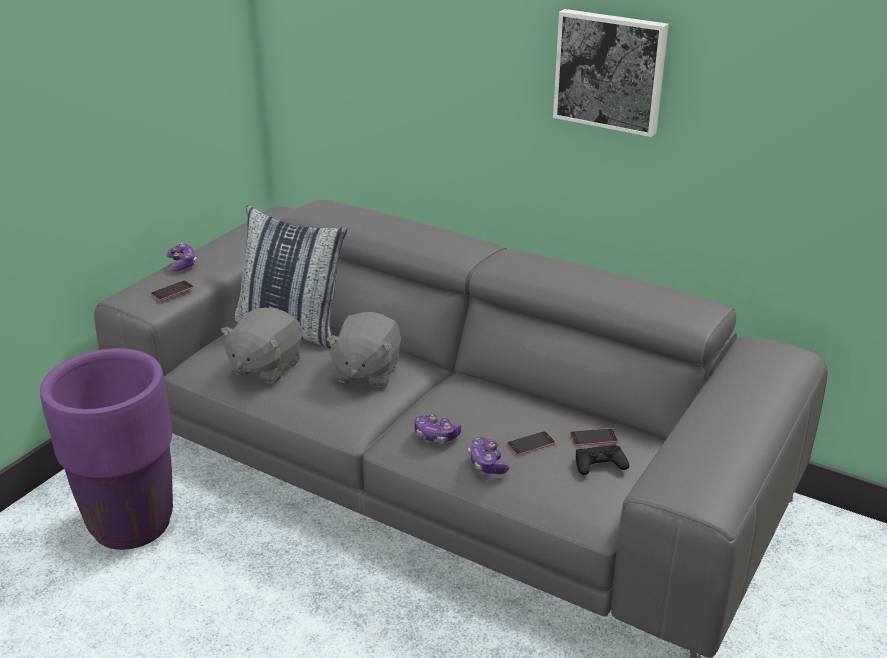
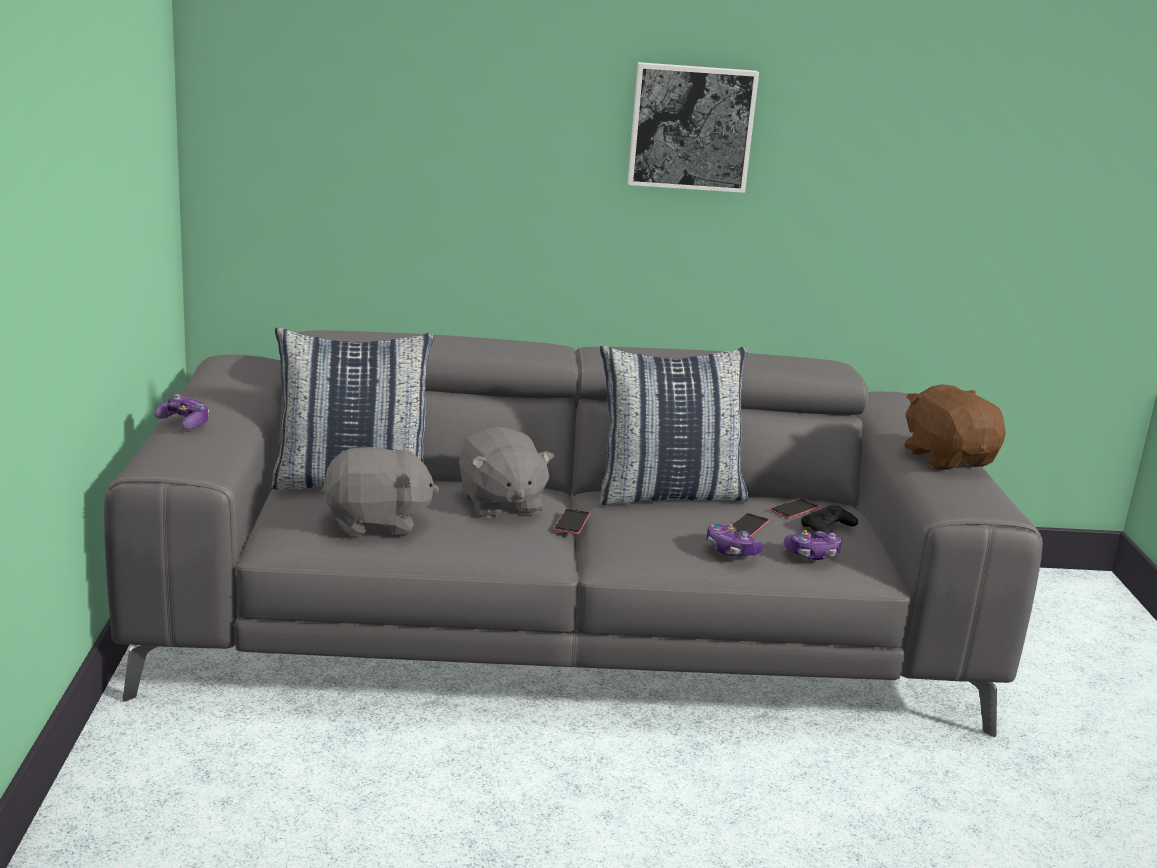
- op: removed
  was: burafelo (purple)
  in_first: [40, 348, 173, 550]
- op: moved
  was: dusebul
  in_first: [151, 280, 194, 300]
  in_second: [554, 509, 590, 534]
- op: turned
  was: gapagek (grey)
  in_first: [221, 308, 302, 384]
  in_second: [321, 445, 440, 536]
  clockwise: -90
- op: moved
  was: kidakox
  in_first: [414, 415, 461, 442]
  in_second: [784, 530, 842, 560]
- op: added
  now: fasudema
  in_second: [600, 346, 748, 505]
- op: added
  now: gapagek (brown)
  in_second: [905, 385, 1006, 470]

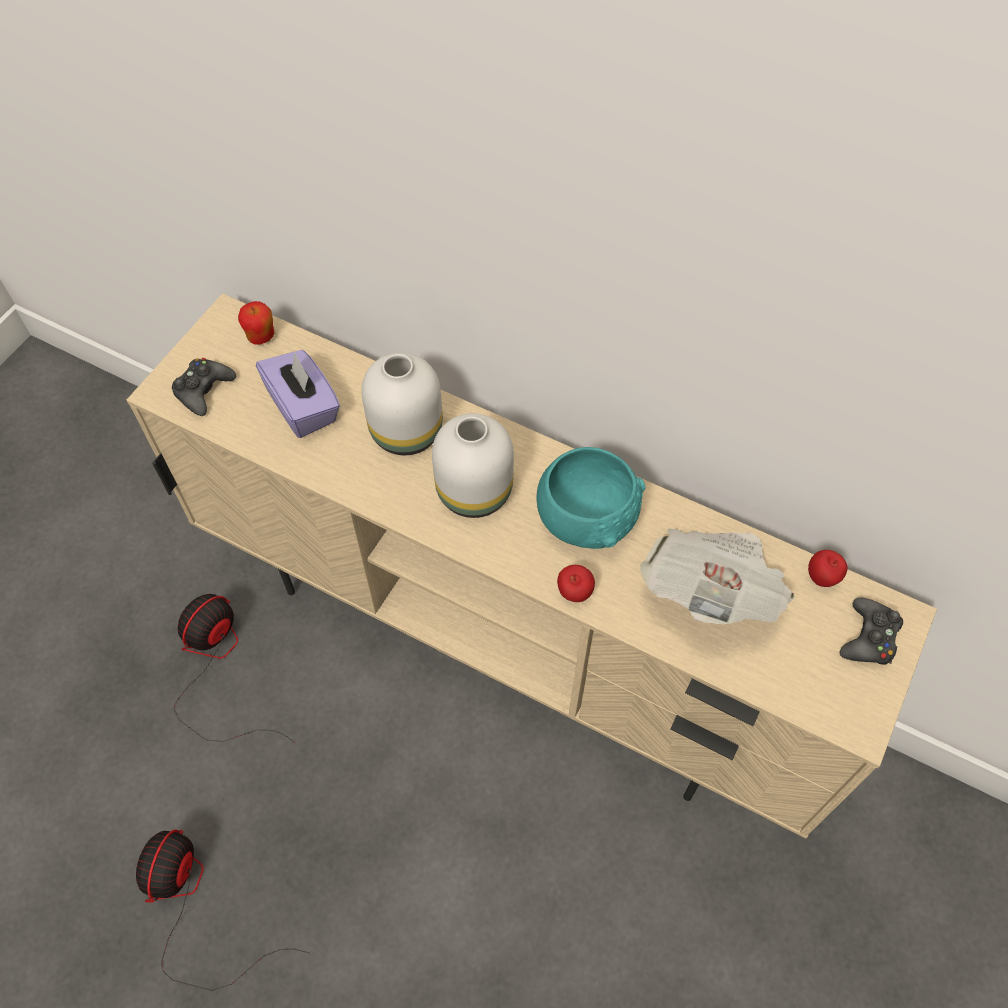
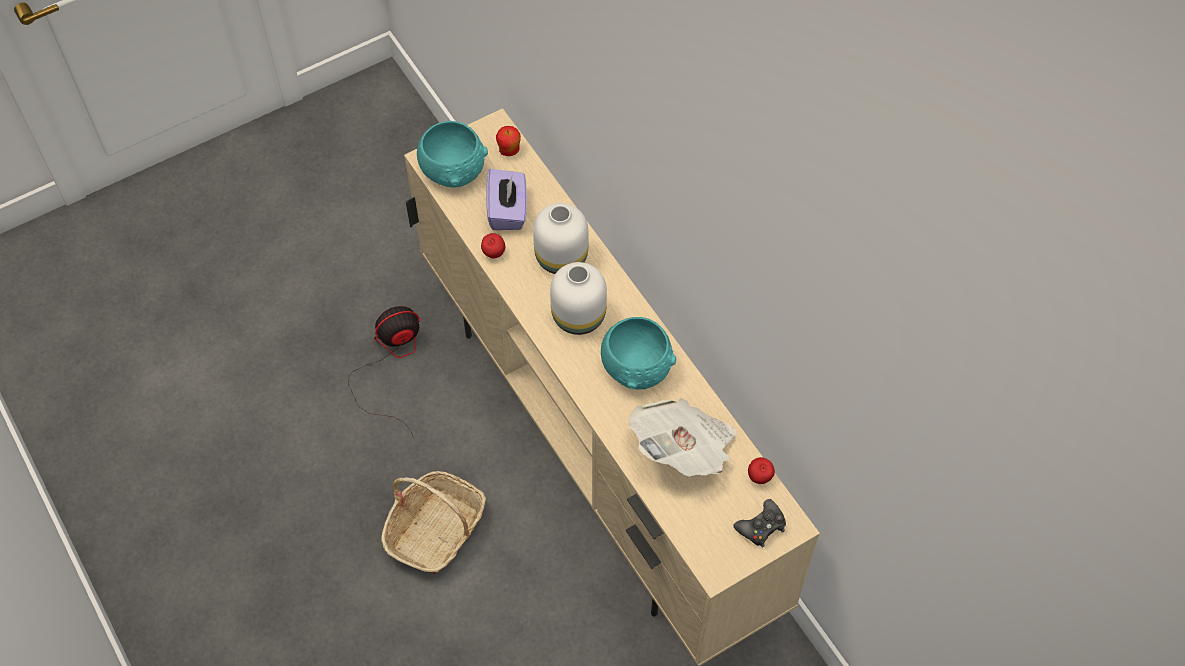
- op: removed
  was: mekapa
  in_first: [136, 829, 309, 991]
- op: replaced
  was: kidakox (black)
  now: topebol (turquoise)
  in_first: [172, 358, 236, 416]
  in_second: [417, 121, 488, 188]
- op: moved
  was: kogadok
  in_first: [557, 565, 595, 602]
  in_second: [481, 233, 505, 258]
- op: added
  now: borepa
  in_second: [381, 471, 486, 575]

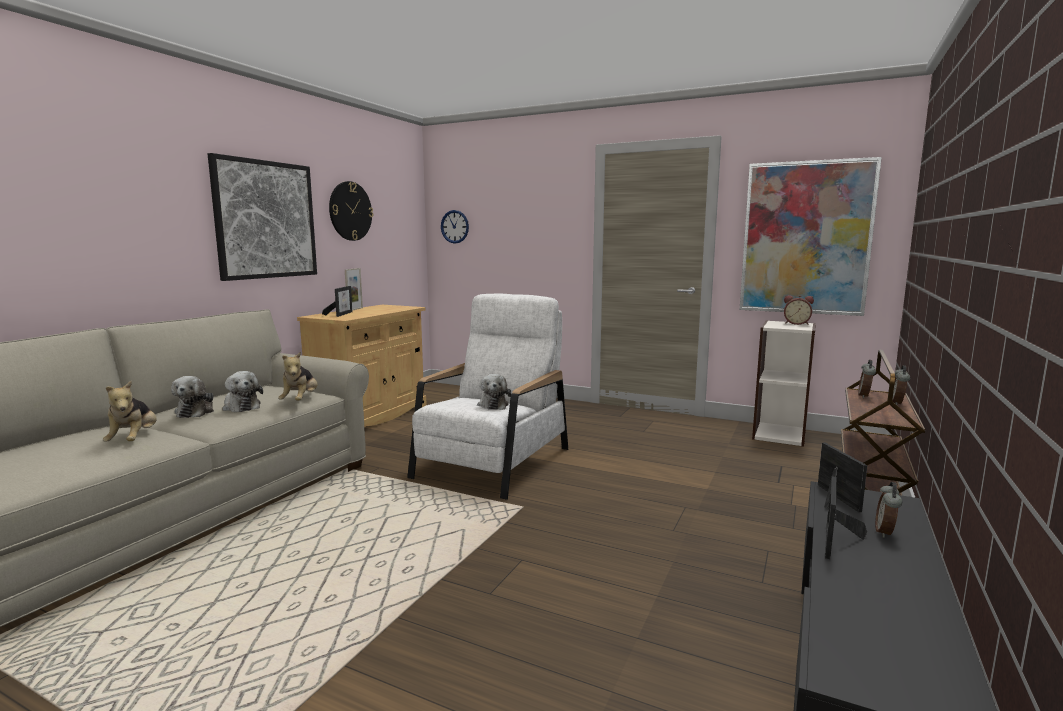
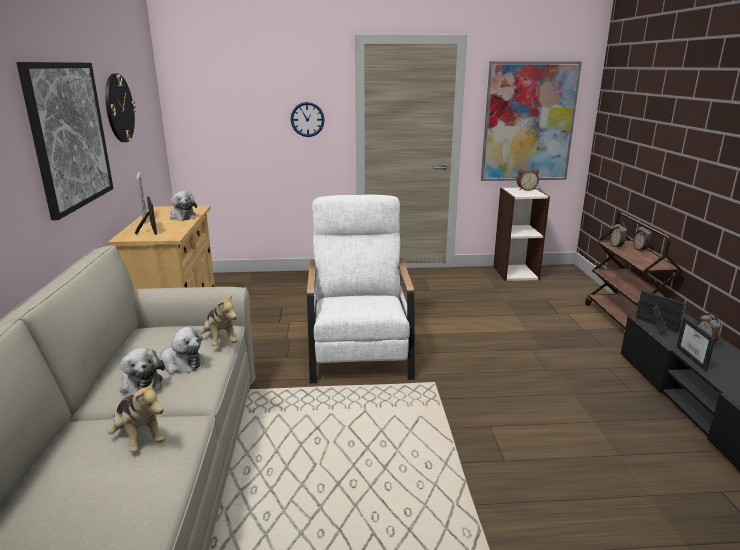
- op: moved
  was: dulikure
  in_first: [441, 210, 469, 244]
  in_second: [291, 102, 325, 137]
- op: moved
  was: gapagek
  in_first: [477, 374, 511, 410]
  in_second: [170, 191, 197, 221]

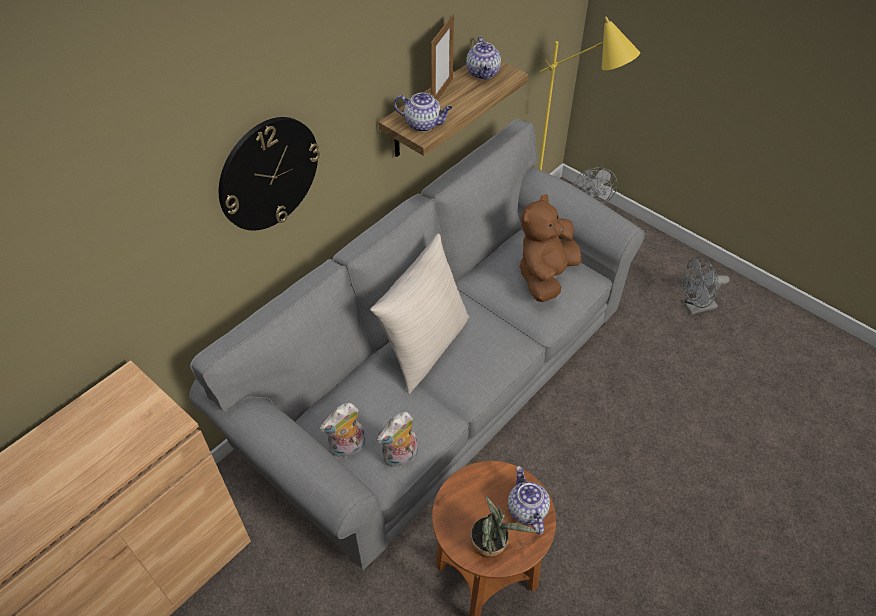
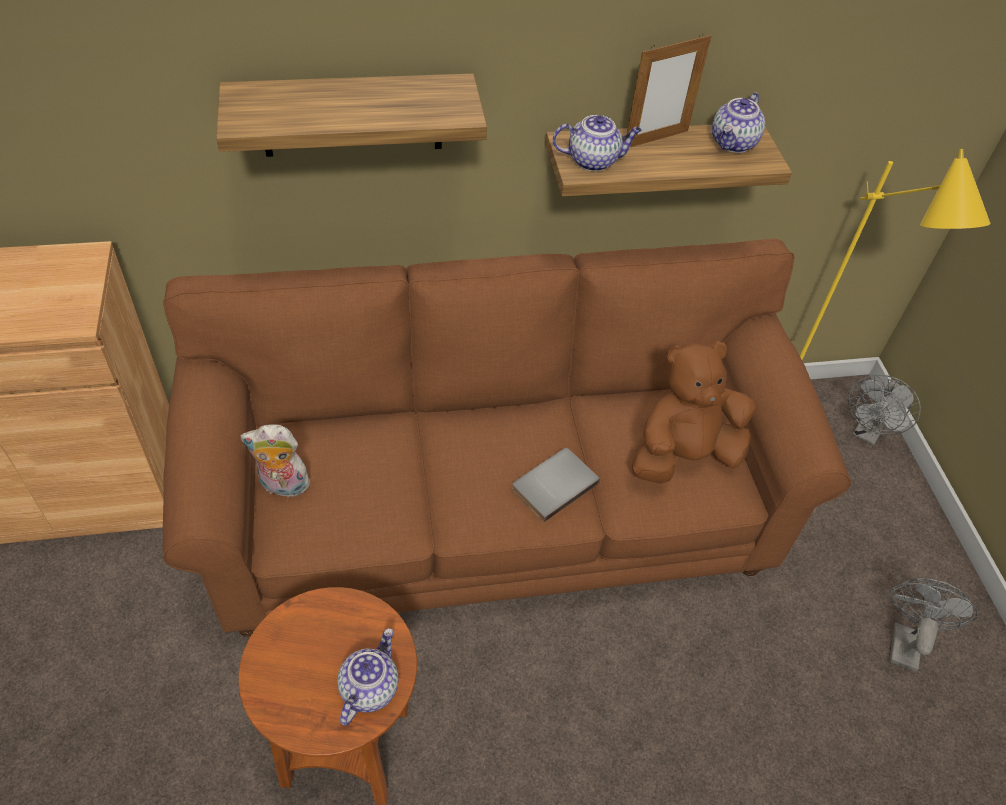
- op: recoloured
  was: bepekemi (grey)
  now: bepekemi (brown)
  in_first: [189, 119, 645, 570]
  in_second: [163, 239, 851, 637]
- op: replaced
  was: dulikure
  now: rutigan
  in_first: [219, 117, 320, 231]
  in_second: [216, 74, 487, 157]
- op: removed
  was: fasudema (beige)
  in_first: [370, 234, 469, 394]
- op: removed
  was: gapagek
  in_first: [377, 412, 418, 468]
- op: turned
  was: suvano
  in_first: [394, 93, 452, 132]
  in_second: [553, 115, 642, 171]
  clockwise: -60
- op: removed
  was: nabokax
  in_first: [470, 496, 537, 558]
- op: turned
  was: mekapa (grey)
  in_first: [682, 257, 730, 315]
  in_second: [889, 578, 978, 672]
  clockwise: 90
- op: added
  now: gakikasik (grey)
  in_second: [512, 448, 600, 522]

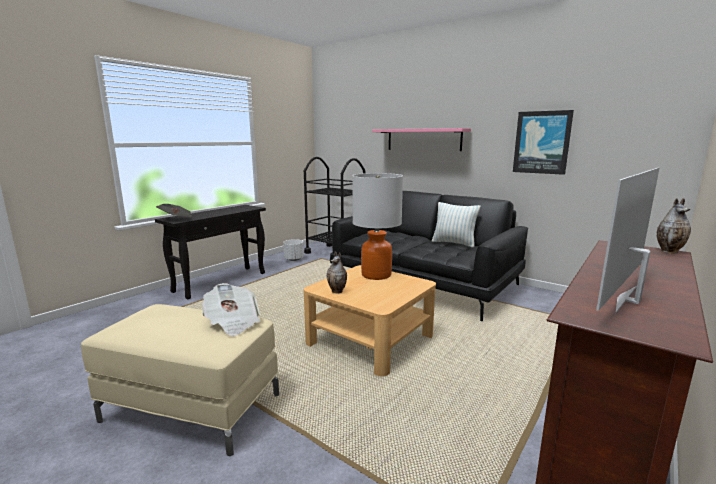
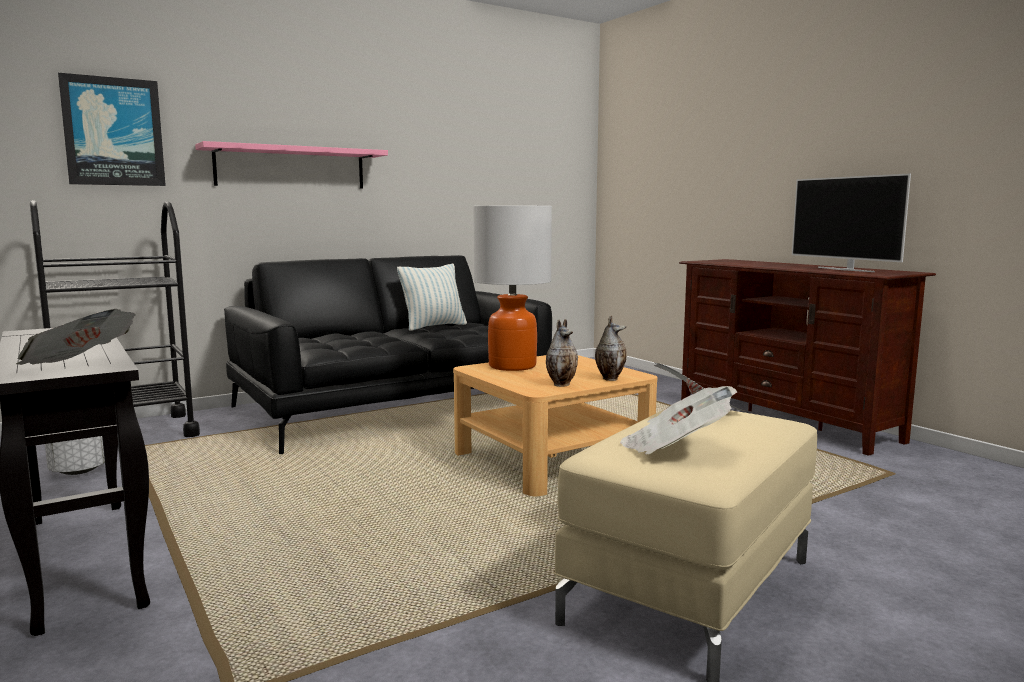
- op: moved
  was: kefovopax
  in_first: [513, 110, 574, 175]
  in_second: [58, 73, 166, 186]
- op: moved
  was: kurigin
  in_first: [657, 198, 691, 253]
  in_second: [595, 315, 627, 381]
- op: added
  now: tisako
  in_second: [620, 386, 737, 455]

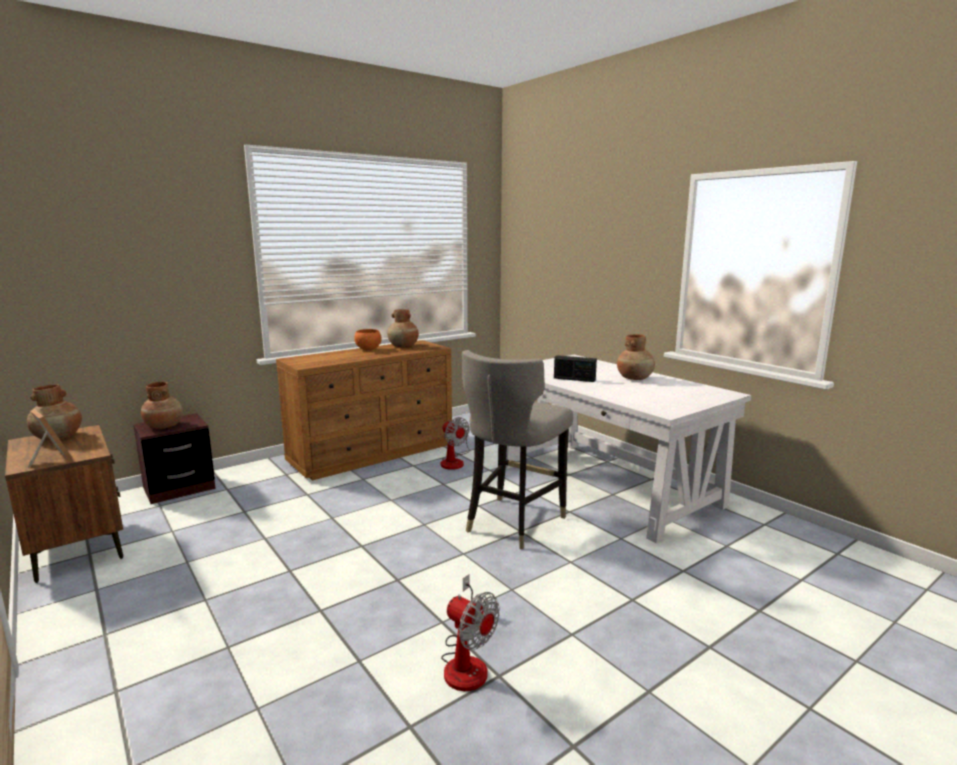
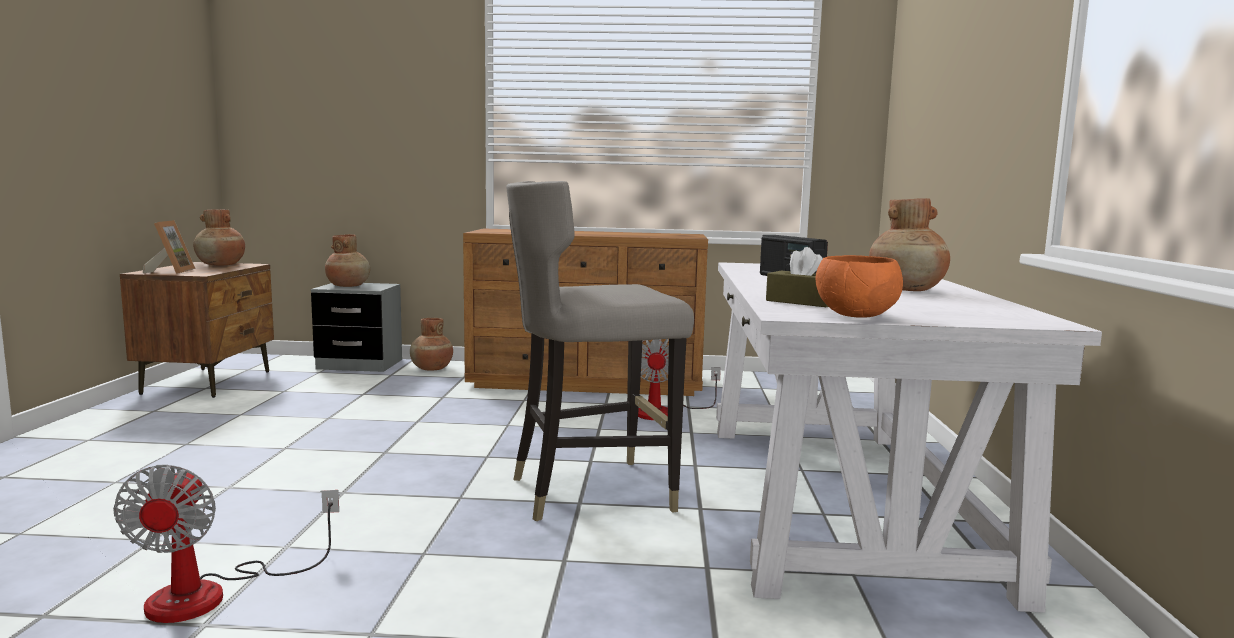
- op: recoloured
  was: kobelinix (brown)
  now: kobelinix (grey)
  in_first: [133, 413, 216, 504]
  in_second: [311, 283, 402, 372]
- op: moved
  was: topebol (orange)
  in_first: [354, 329, 382, 350]
  in_second: [815, 255, 903, 318]
- op: moved
  was: kurigin (brown)
  in_first: [387, 309, 419, 347]
  in_second: [410, 318, 453, 371]
- op: added
  now: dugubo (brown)
  in_second: [766, 247, 828, 307]

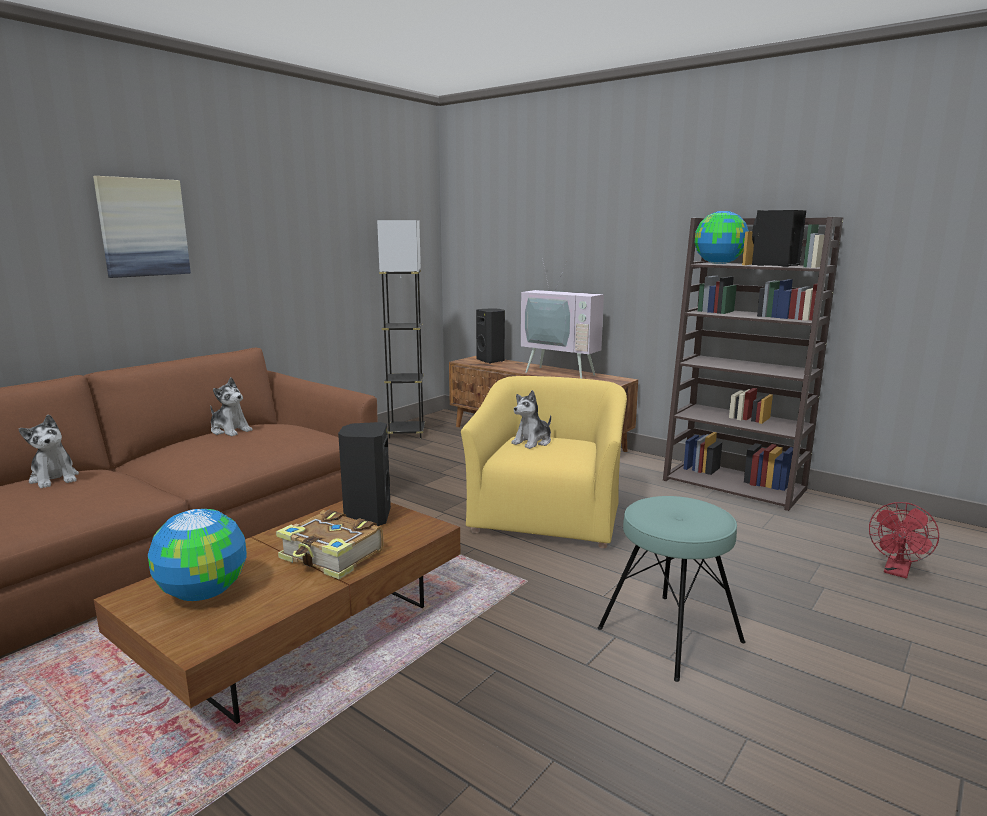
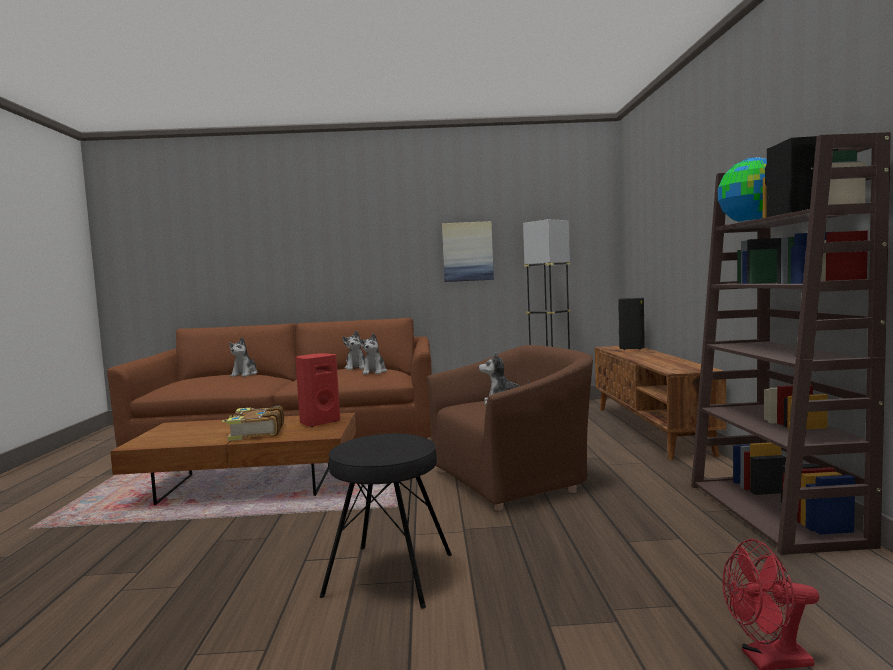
- op: moved
  was: kefovopax
  in_first: [93, 176, 191, 278]
  in_second: [442, 221, 494, 282]
- op: removed
  was: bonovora
  in_first: [148, 509, 247, 601]
- op: recoloured
  was: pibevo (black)
  now: pibevo (red)
  in_first: [338, 422, 391, 526]
  in_second: [295, 353, 340, 427]
- op: recoloured
  was: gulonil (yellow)
  now: gulonil (brown)
  in_first: [461, 376, 627, 548]
  in_second: [427, 345, 593, 511]
- op: removed
  was: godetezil
  in_first: [521, 258, 604, 379]
- op: recoloured
  was: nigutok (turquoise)
  now: nigutok (black)
  in_first: [598, 496, 745, 682]
  in_second: [320, 434, 452, 609]
- op: added
  now: gapagek
  in_second: [359, 333, 387, 375]

